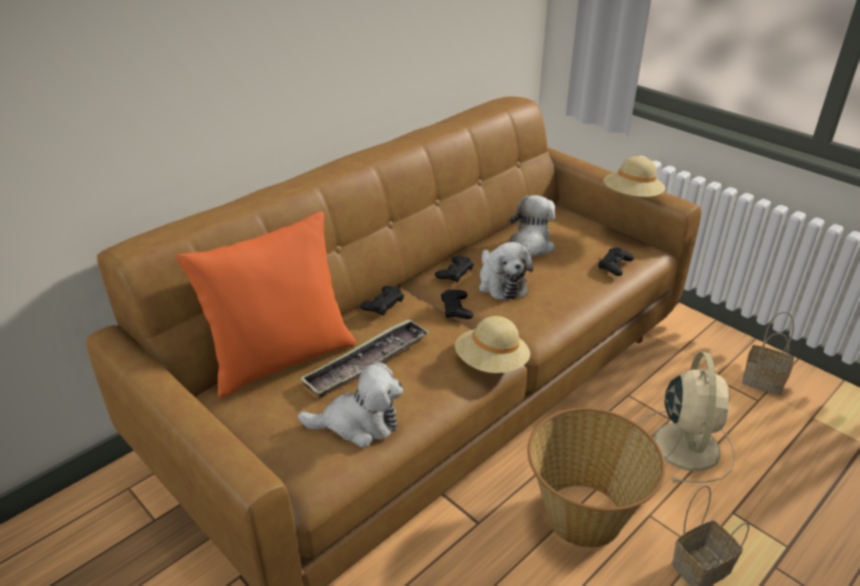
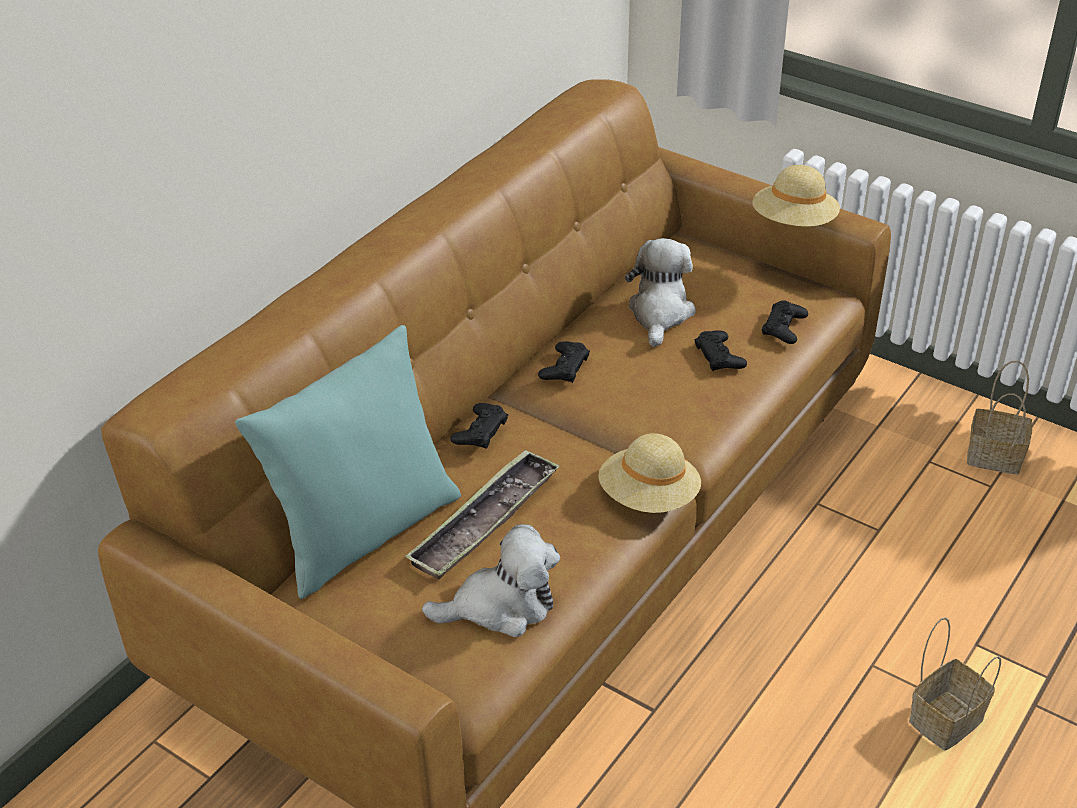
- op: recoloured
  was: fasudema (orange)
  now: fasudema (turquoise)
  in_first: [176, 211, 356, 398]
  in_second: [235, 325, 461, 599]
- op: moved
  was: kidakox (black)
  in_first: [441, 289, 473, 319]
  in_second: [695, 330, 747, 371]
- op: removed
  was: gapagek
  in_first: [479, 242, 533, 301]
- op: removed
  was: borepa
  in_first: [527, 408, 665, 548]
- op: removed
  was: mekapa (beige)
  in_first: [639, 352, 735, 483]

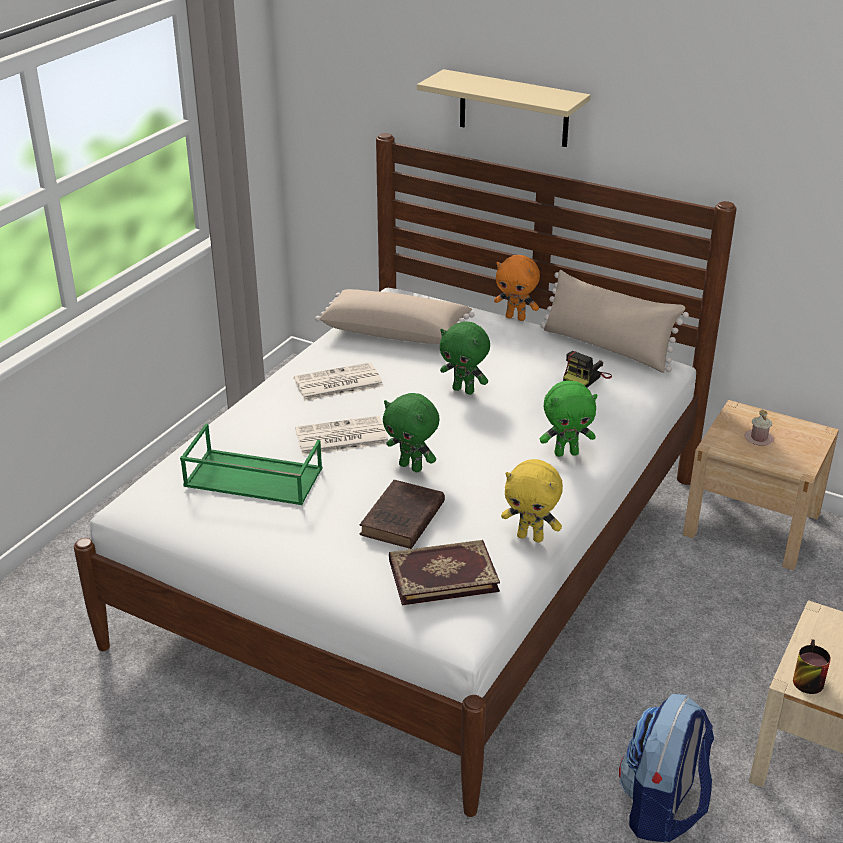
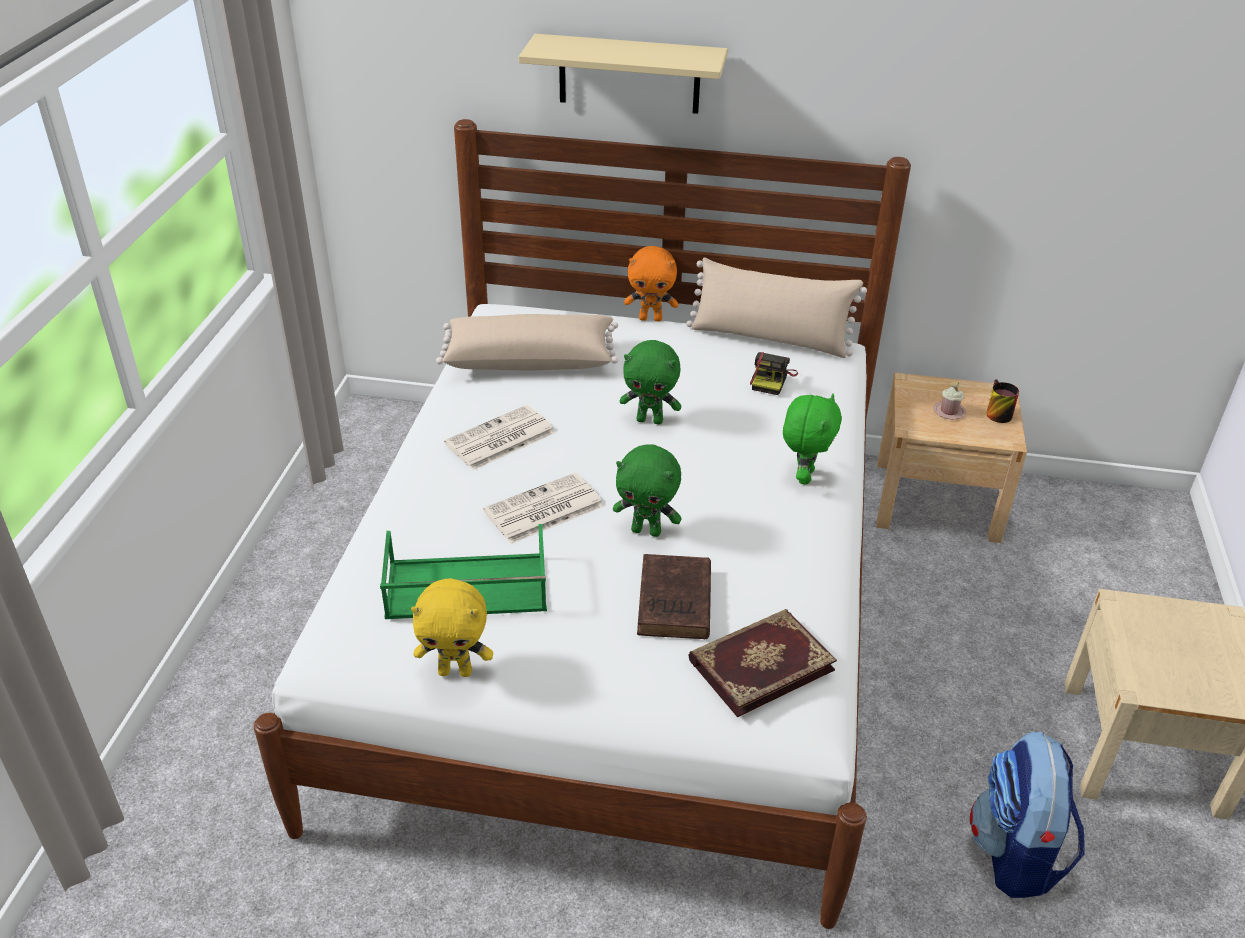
- op: moved
  was: gapagek (yellow)
  in_first: [501, 459, 563, 543]
  in_second: [411, 578, 493, 677]
- op: turned
  was: gapagek (green)
  in_first: [540, 380, 597, 457]
  in_second: [783, 394, 842, 485]
  clockwise: -45
- op: moved
  was: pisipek
  in_first: [793, 639, 831, 694]
  in_second: [986, 380, 1019, 423]

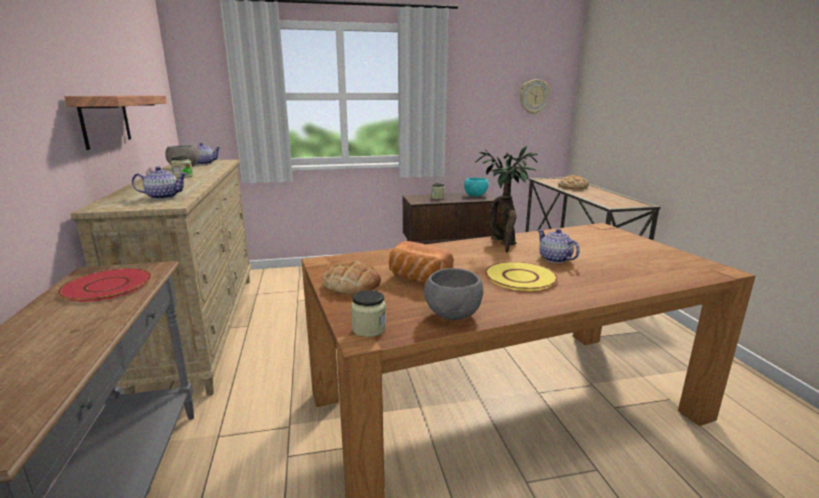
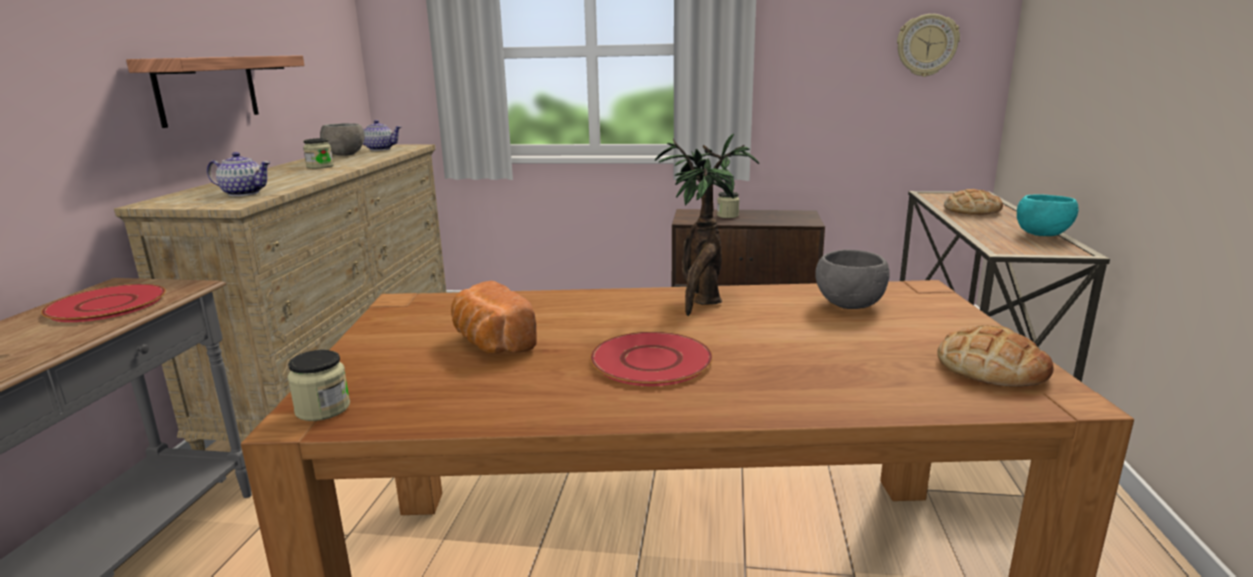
- op: moved
  was: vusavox
  in_first: [323, 260, 381, 294]
  in_second: [937, 325, 1053, 387]
- op: moved
  was: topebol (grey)
  in_first: [424, 268, 483, 320]
  in_second: [815, 249, 890, 309]
- op: moved
  was: topebol (turquoise)
  in_first: [464, 178, 489, 197]
  in_second: [1017, 194, 1079, 236]
- op: recoloured
  was: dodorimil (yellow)
  now: dodorimil (red)
  in_first: [485, 262, 558, 291]
  in_second: [590, 332, 713, 386]
- op: removed
  was: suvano
  in_first: [538, 229, 580, 263]

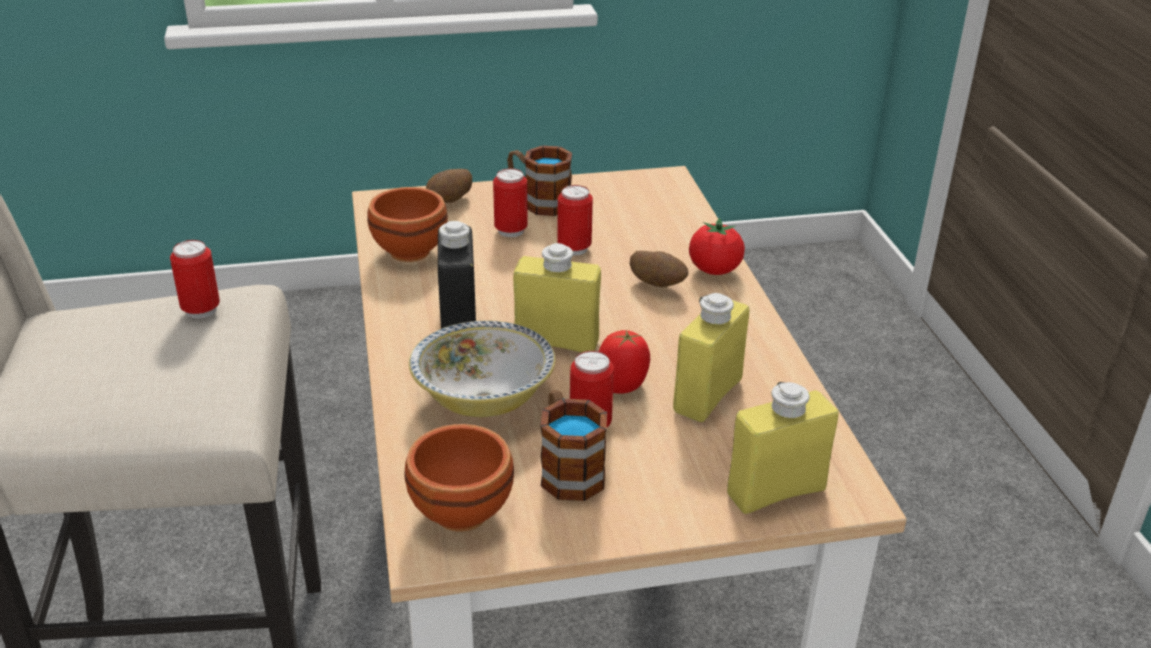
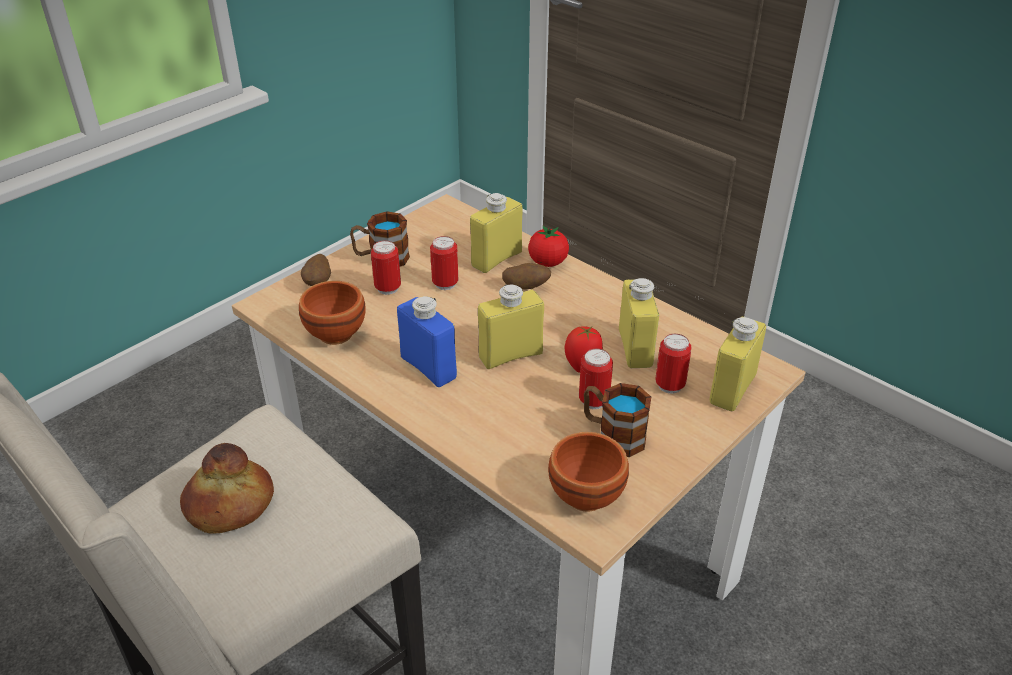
- op: moved
  was: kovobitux
  in_first: [170, 240, 220, 319]
  in_second: [655, 334, 691, 394]
- op: removed
  was: topebol
  in_first: [409, 321, 555, 417]
- op: recoloured
  was: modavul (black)
  now: modavul (blue)
  in_first: [438, 221, 476, 329]
  in_second: [397, 296, 457, 387]
- op: added
  now: vusavox
  in_second: [180, 443, 274, 534]
- op: added
  now: modavul (yellow)
  in_second: [470, 193, 523, 273]

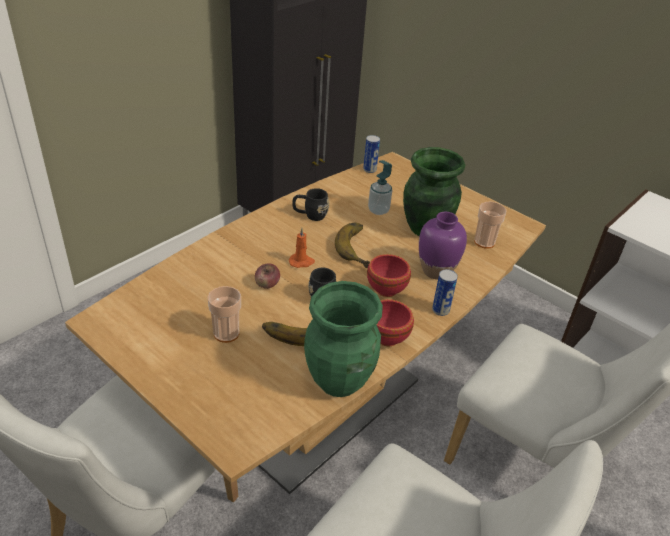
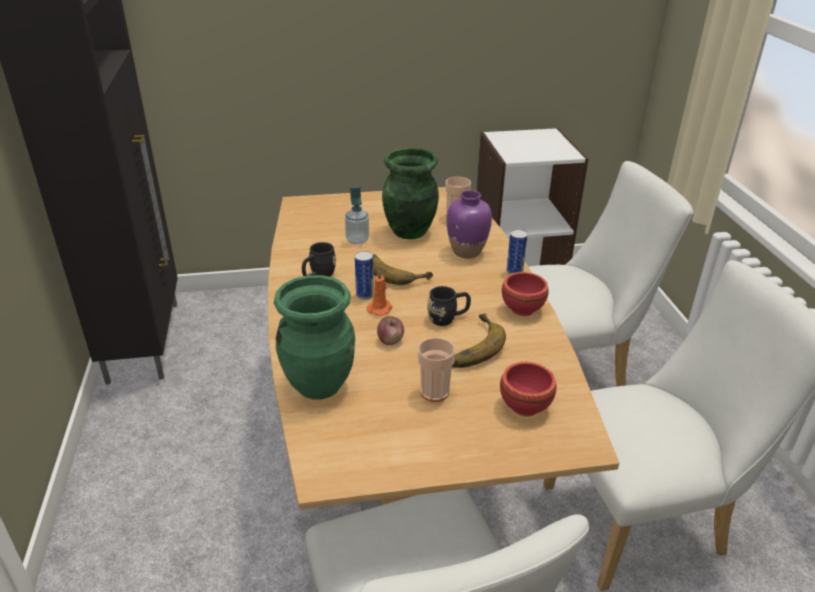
- op: moved
  was: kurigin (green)
  in_first: [304, 281, 383, 397]
  in_second: [274, 275, 355, 400]
- op: moved
  was: kovobitux
  in_first: [363, 135, 380, 173]
  in_second: [355, 251, 374, 300]
- op: moved
  was: topebol (red)
  in_first: [367, 254, 411, 297]
  in_second: [500, 362, 556, 417]

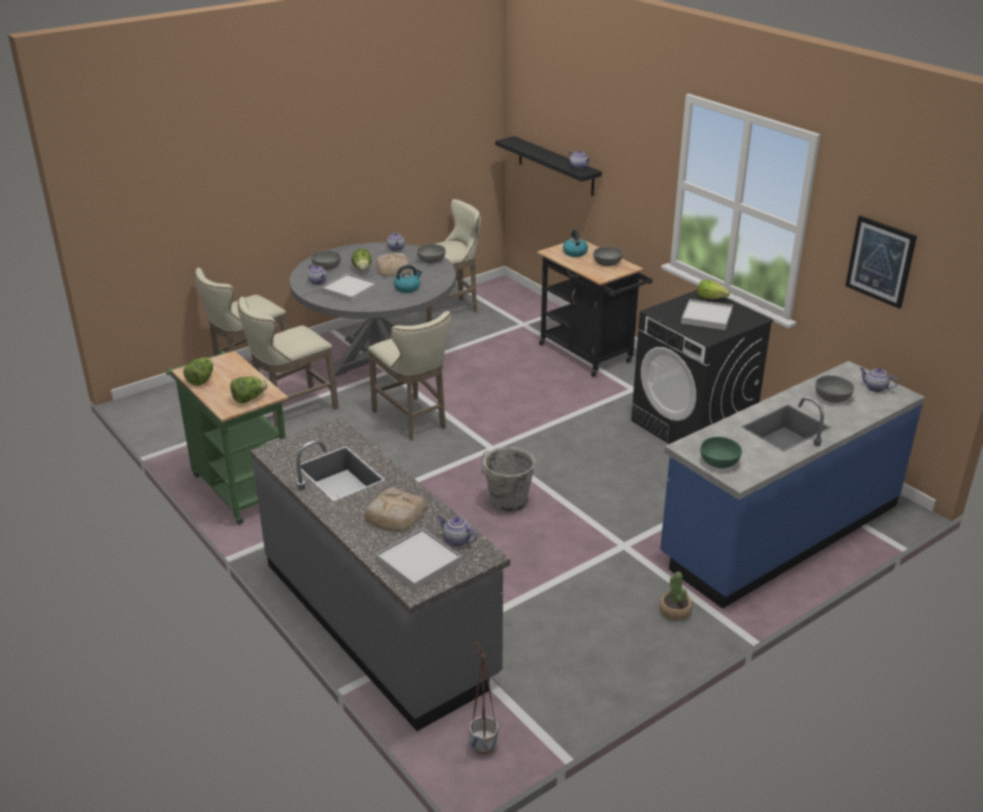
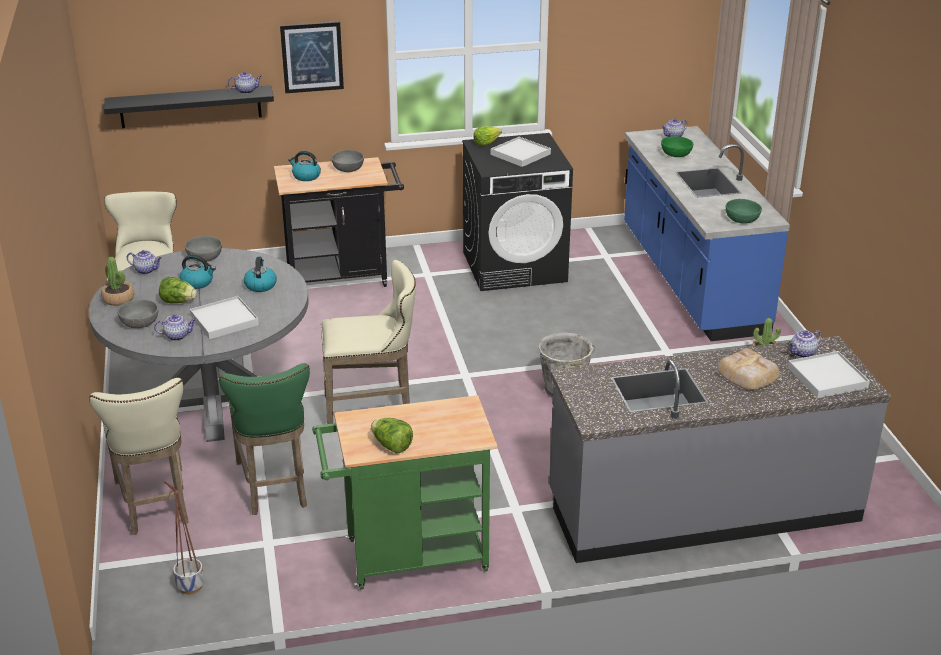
- op: removed
  was: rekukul
  in_first: [230, 377, 267, 403]
- op: recoloured
  was: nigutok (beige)
  now: nigutok (green)
  in_first: [238, 297, 339, 429]
  in_second: [219, 363, 310, 515]
- op: replaced
  was: vusavox
  now: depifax
  in_first: [375, 253, 411, 276]
  in_second: [180, 255, 216, 289]
- op: moved
  was: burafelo
  in_first: [469, 638, 498, 755]
  in_second: [164, 482, 204, 595]
- op: recoloured
  was: topebol (grey)
  now: topebol (green)
  in_first: [815, 375, 854, 403]
  in_second: [661, 136, 693, 157]
- op: moved
  was: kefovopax
  in_first: [845, 215, 917, 309]
  in_second: [280, 21, 344, 93]
- op: added
  now: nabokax
  in_second: [101, 257, 134, 306]

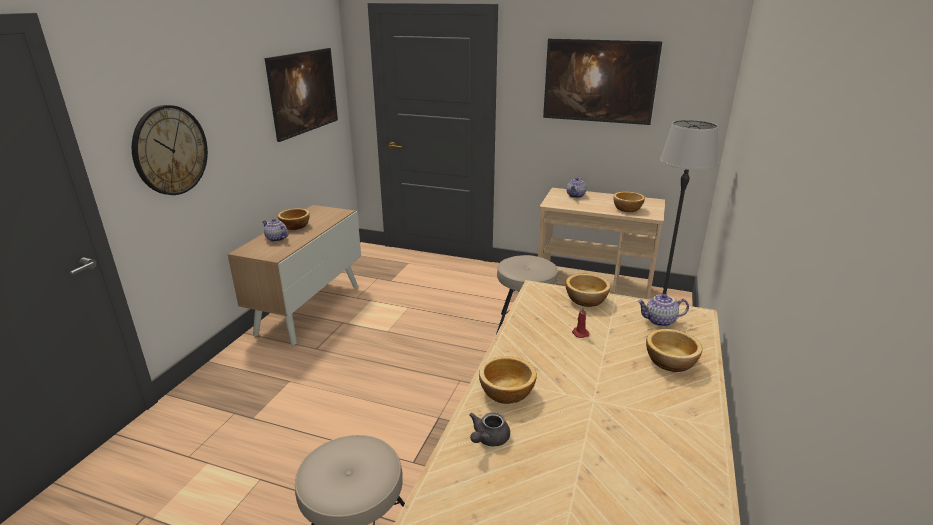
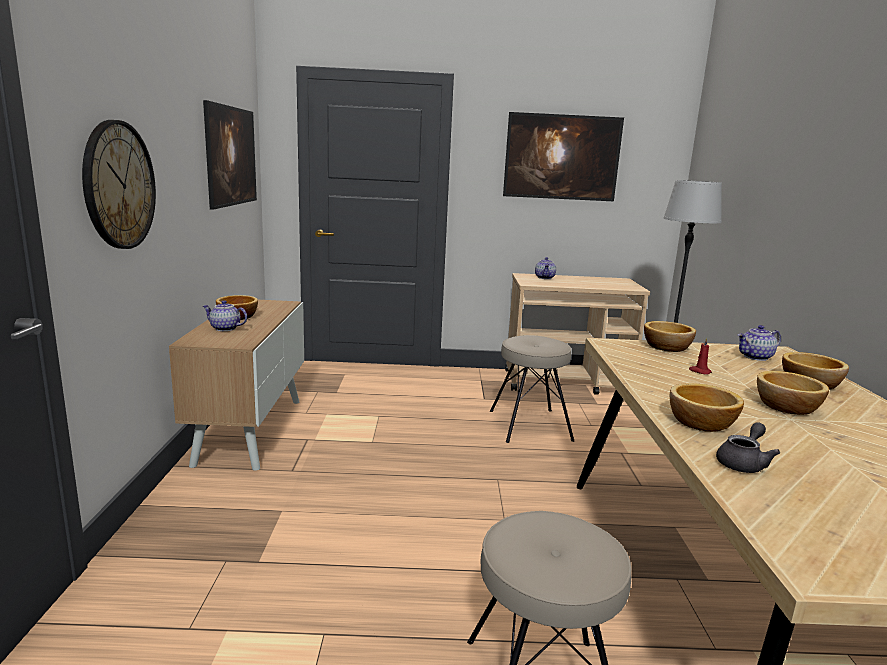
- op: turned
  was: suvano (grey)
  in_first: [469, 412, 510, 446]
  in_second: [716, 422, 780, 473]
  clockwise: -150
- op: moved
  was: topebol
  in_first: [613, 191, 645, 212]
  in_second: [757, 371, 829, 415]

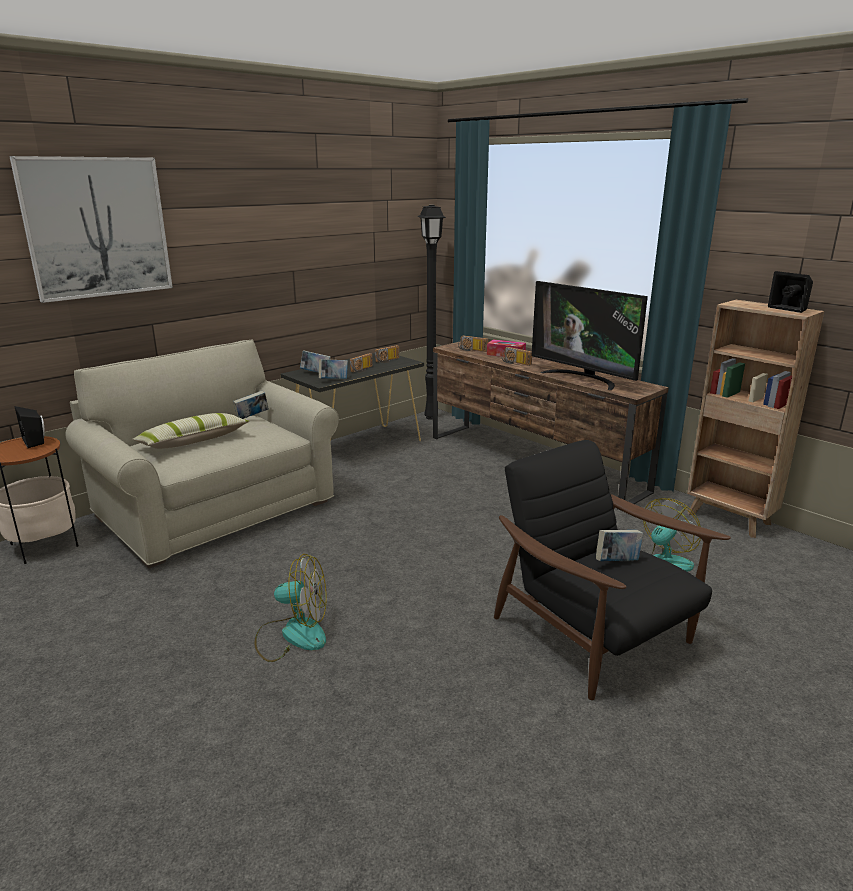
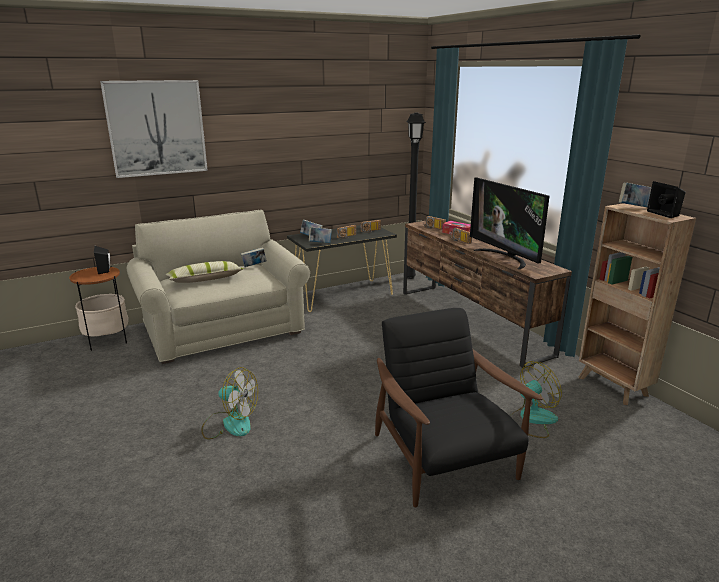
- op: moved
  was: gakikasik
  in_first: [596, 530, 643, 561]
  in_second: [619, 182, 652, 207]

